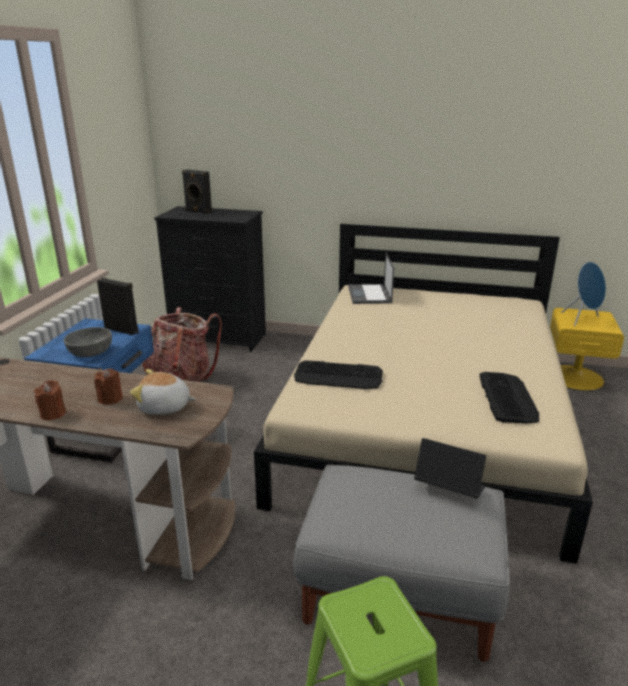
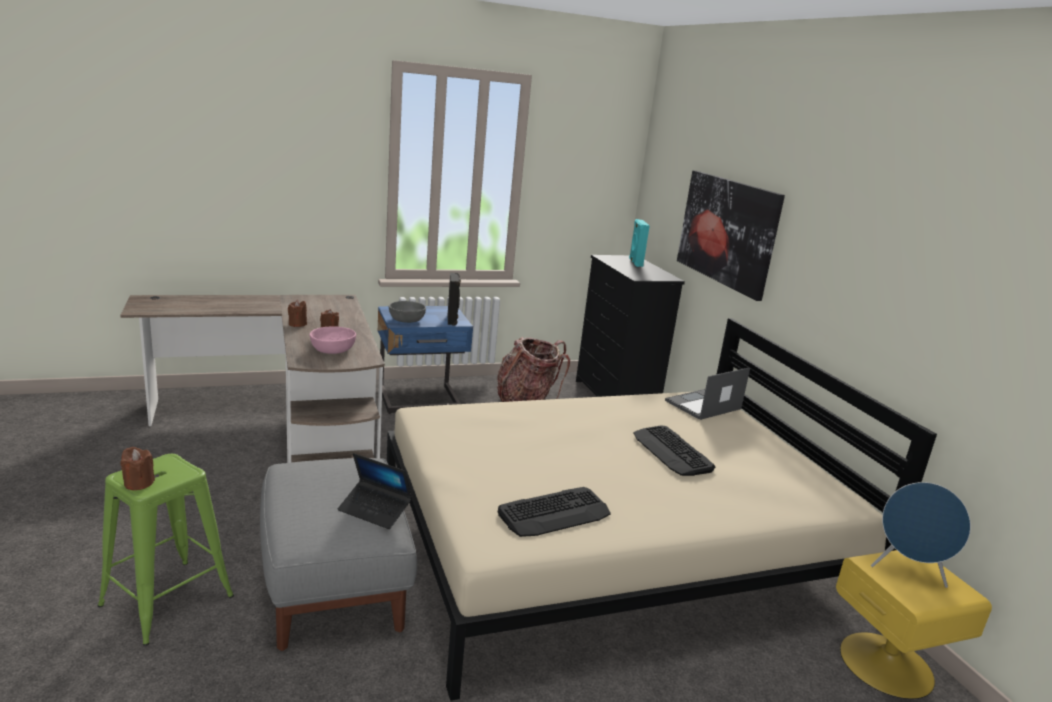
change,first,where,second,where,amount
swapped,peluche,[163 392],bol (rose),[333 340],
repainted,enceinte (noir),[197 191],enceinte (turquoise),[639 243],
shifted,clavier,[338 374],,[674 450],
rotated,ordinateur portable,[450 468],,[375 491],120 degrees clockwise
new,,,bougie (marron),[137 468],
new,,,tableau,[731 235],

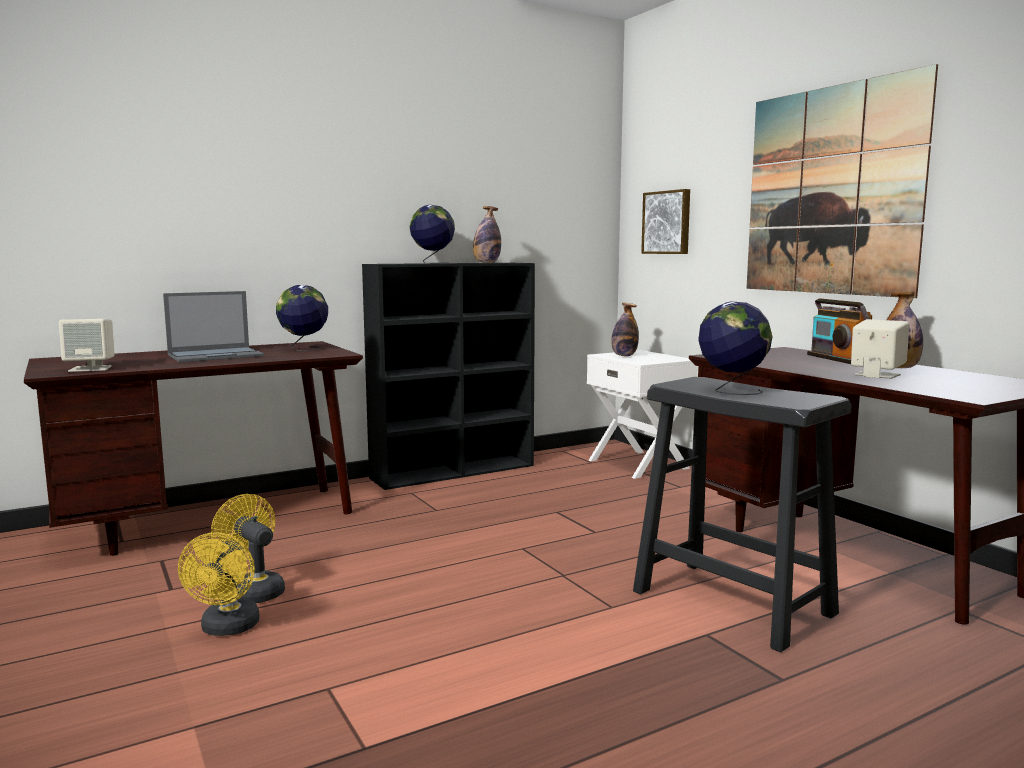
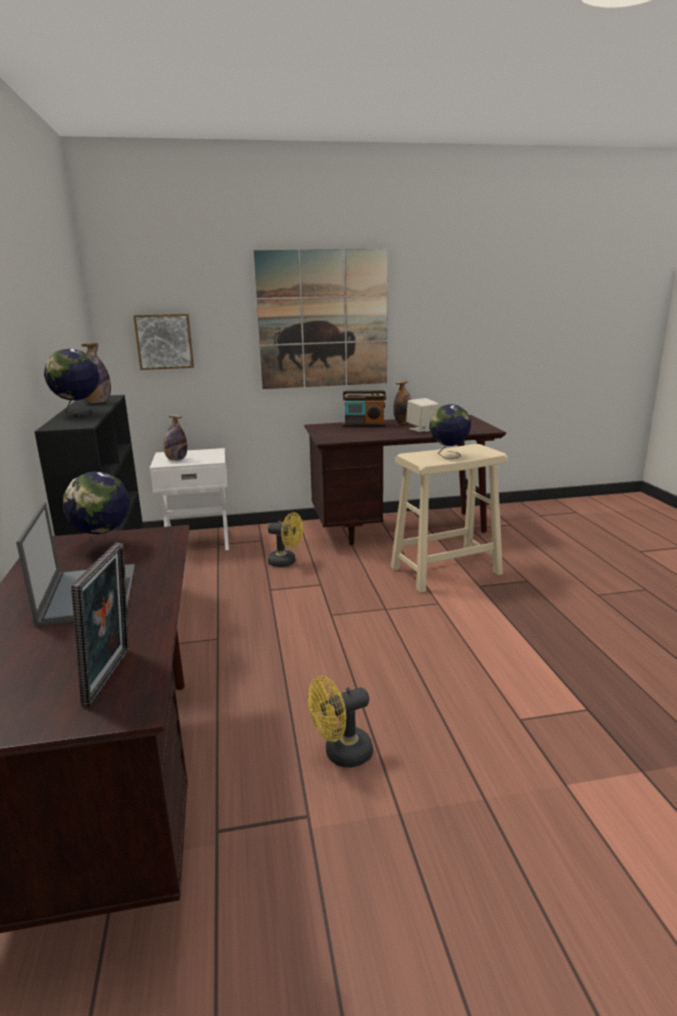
change,first,where,second,where,amount
swapped,enceinte (beige),[87 345],cadre photo,[100 624],
shifted,ventilateur (jaune),[219 584],,[285 539],
repainted,tabouret (noir),[742 515],tabouret (beige),[449 518],

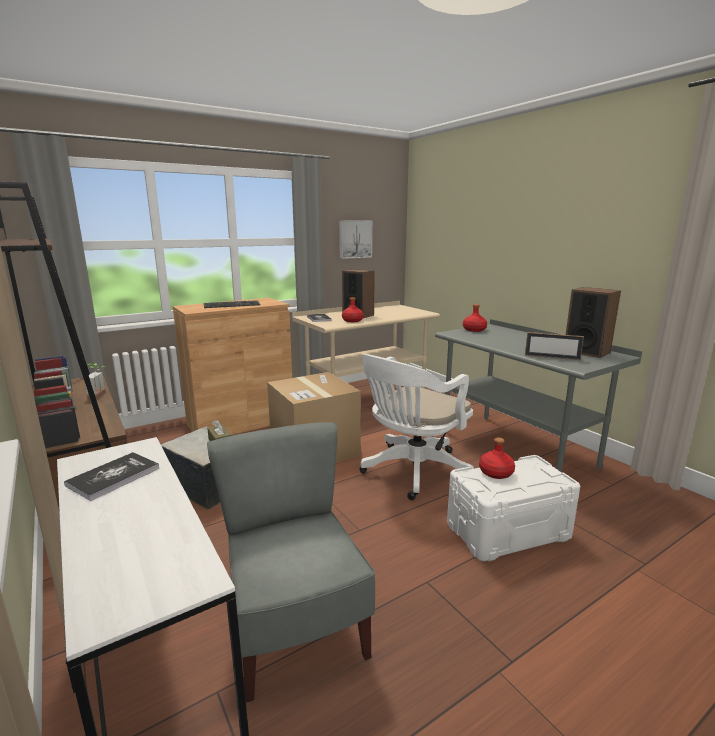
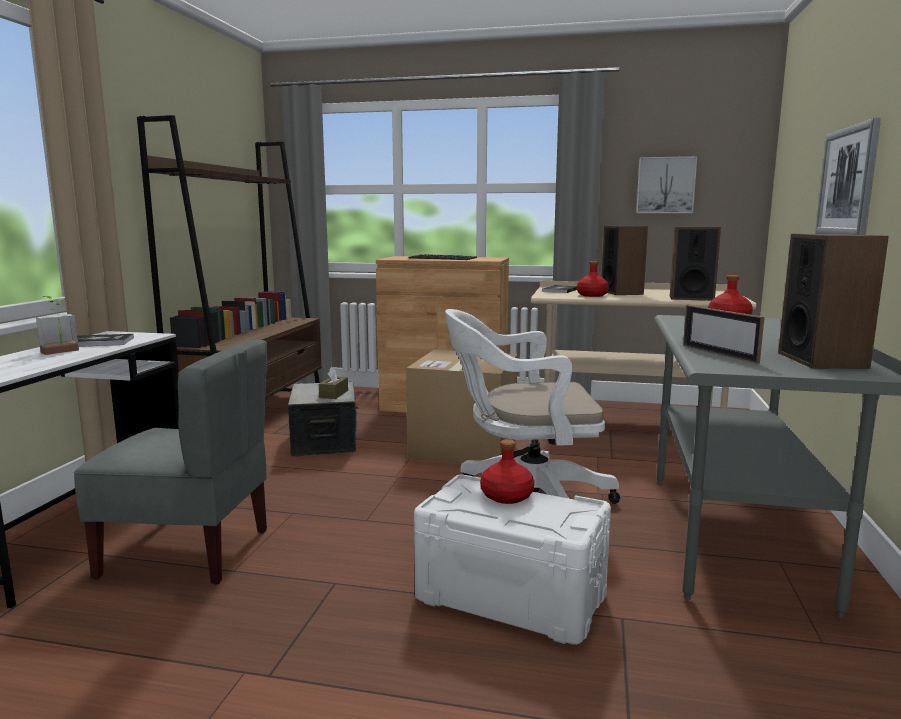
change,first,where,second,where,amount
shifted,plante en pot,[95 381],,[57 325],
rotated,chaise (gris),[291 562],,[170 462],75 degrees clockwise
new,,,enceinte,[695 263],
new,,,tableau,[848 176],

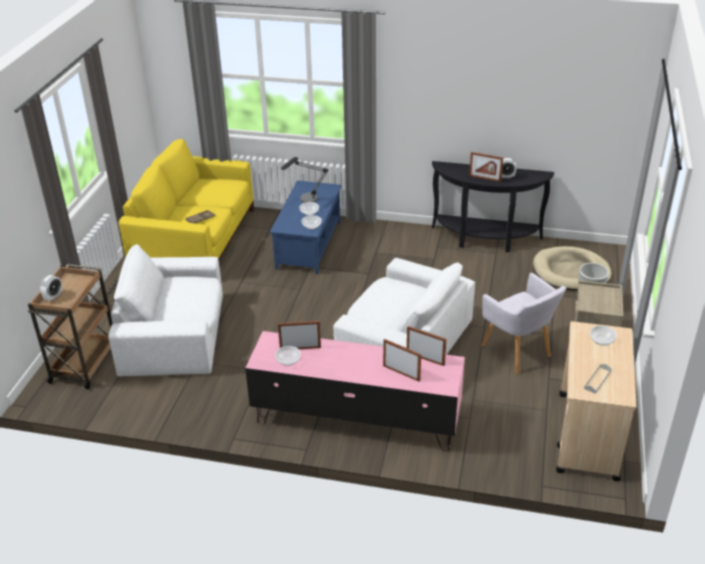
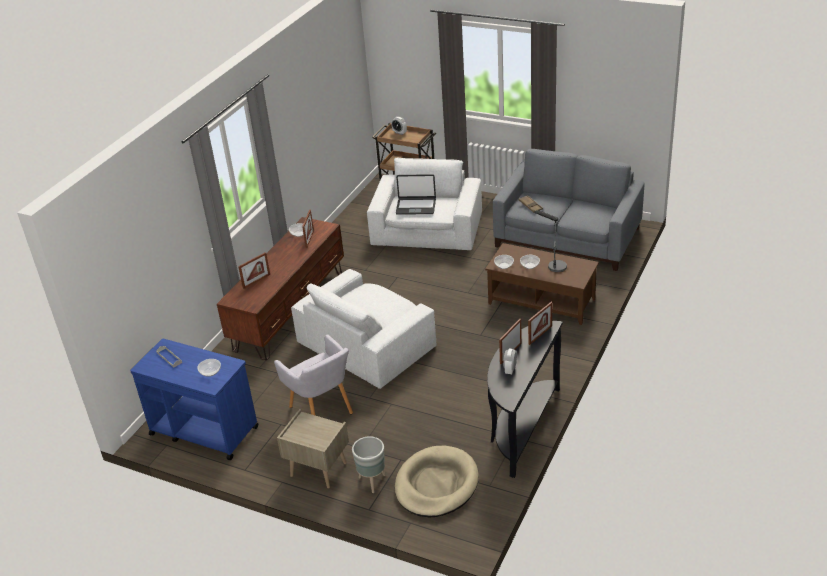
change,first,where,second,where,amount
repainted,canapé (jaune),[186 199],canapé (gris),[568 210],
repainted,meuble télé (rose),[355 391],meuble télé (marron),[280 288],
repainted,table basse (bleu),[306 227],table basse (marron),[542 284],
shifted,cadre photo,[426 346],,[540 323],
rotated,fauteuil (gris),[523 323],,[313 375],105 degrees counterclockwise
repainted,chariot (beige),[596 401],chariot (bleu),[194 399],
new,,,ordinateur portable,[416 194],

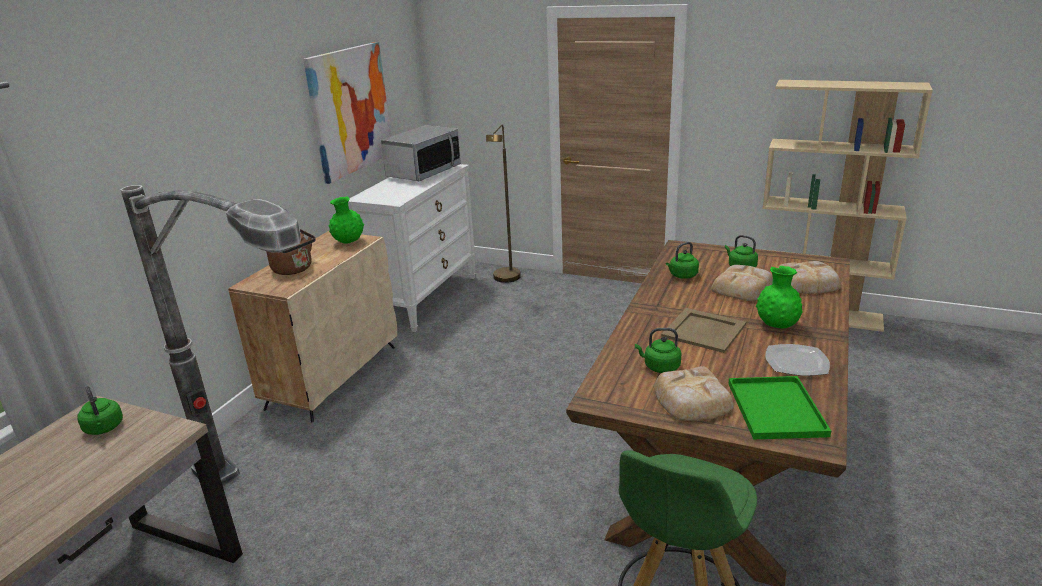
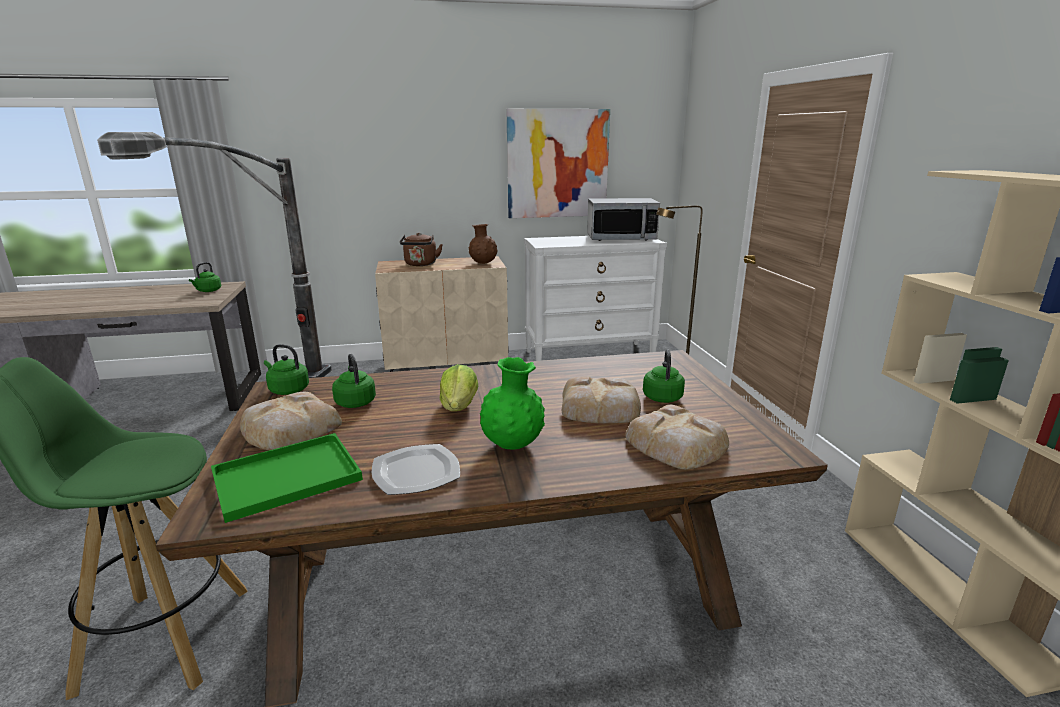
change,first,where,second,where,amount
repainted,vase (vert),[346 220],vase (marron),[483 244],
swapped,plateau (beige),[703 330],laitue,[459 387],
shifted,bouilloire (vert),[682 260],,[286 369],

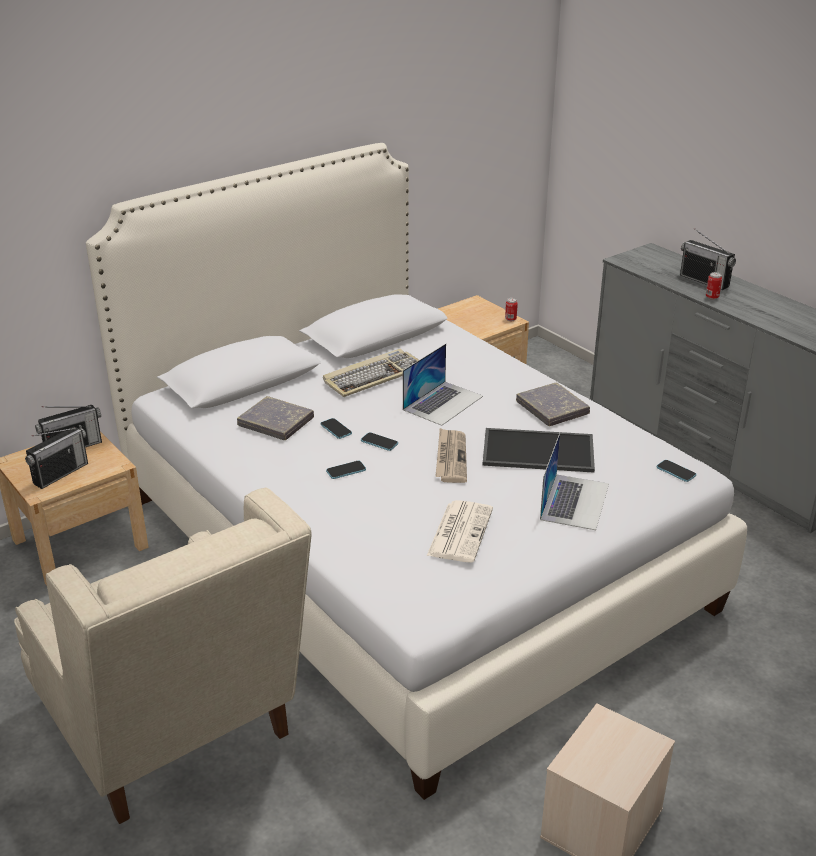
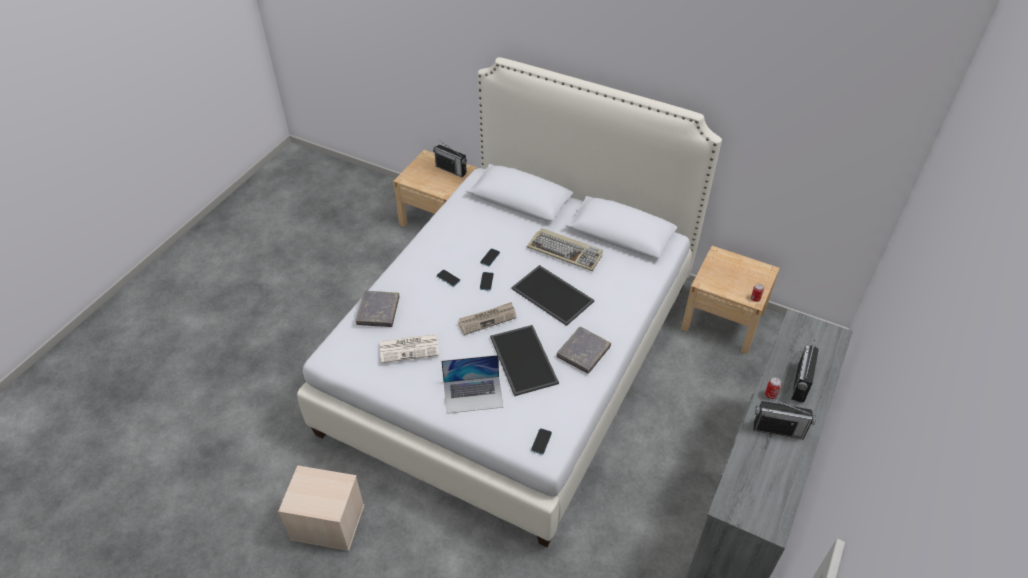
change,first,where,second,where,amount
gone,fauteuil (beige),[163 656],,,
shifted,radio,[56 458],,[785 419],
shifted,livre (gris),[275 418],,[377 309],
swapped,ordinateur portable,[443 385],plateau,[553 295],

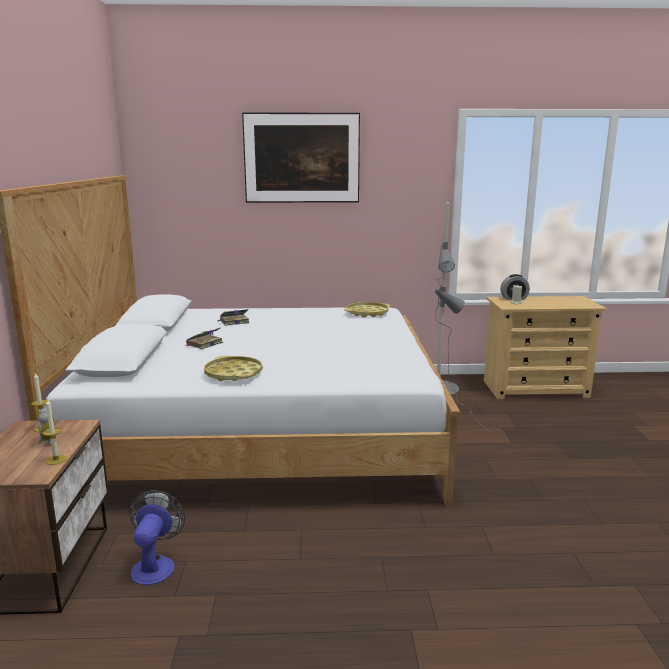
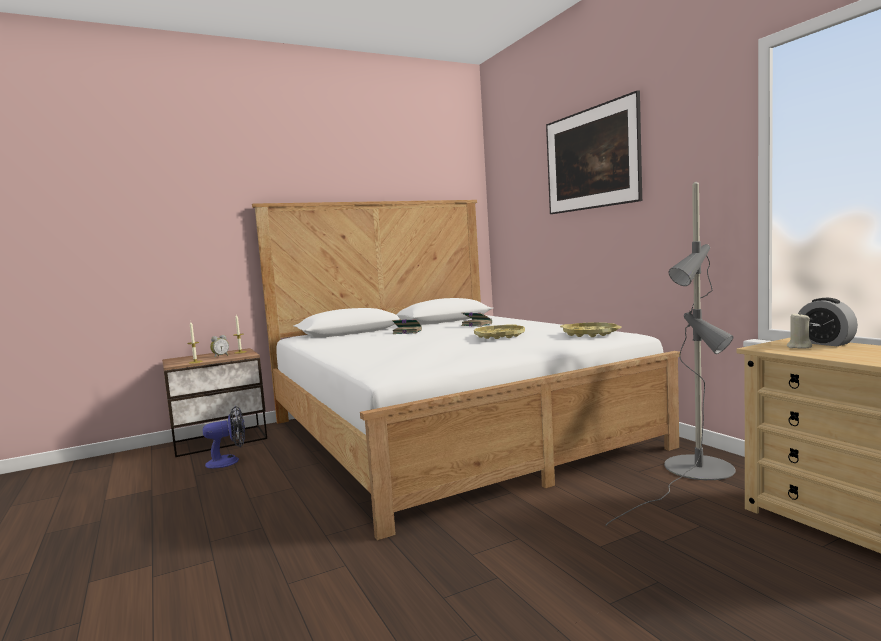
change,first,where,second,where,amount
shifted,plateau (jaune),[233 368],,[499 331],

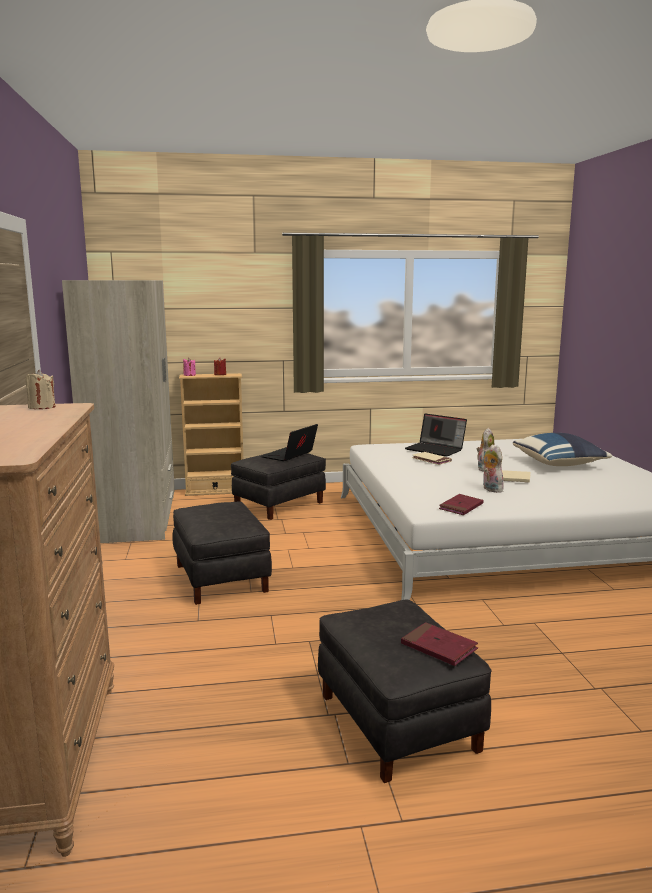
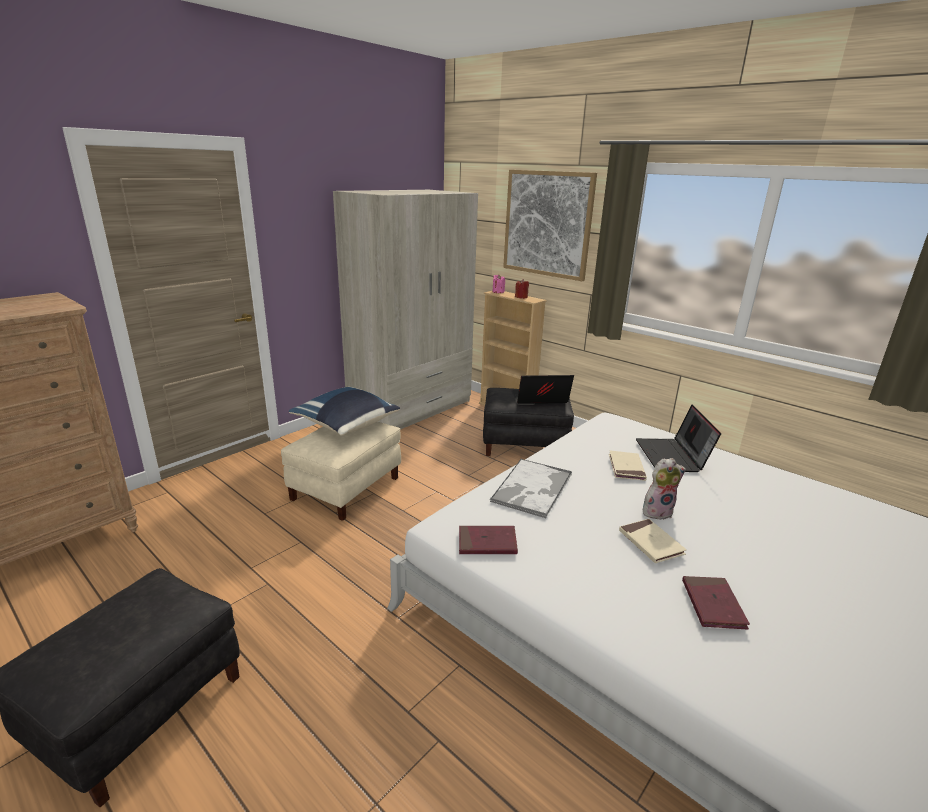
change,first,where,second,where,amount
gone,bougie (beige),[40 389],,,
repainted,pouf (noir),[222 553],pouf (beige),[341 471],
shifted,livre (rouge),[439 644],,[716 603],
gone,peluche,[493 468],,,
shifted,coussin (bleu),[562 449],,[344 411],
new,,,plateau,[531 488],
new,,,tableau,[550 225],

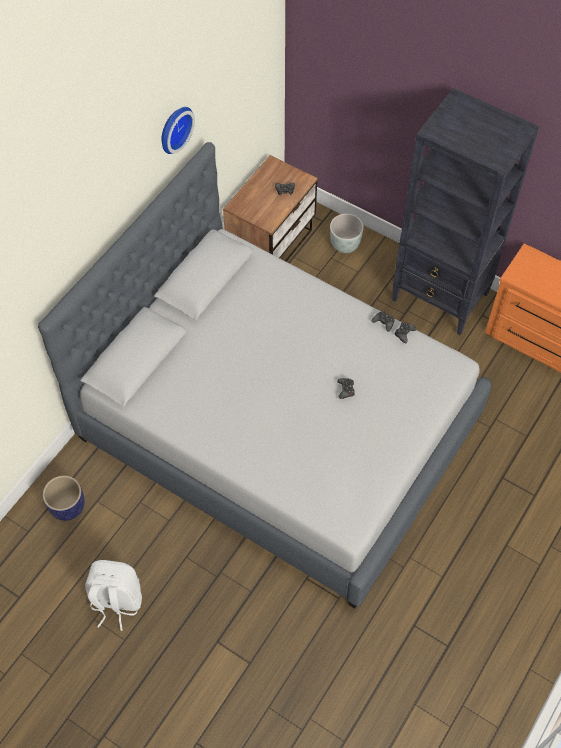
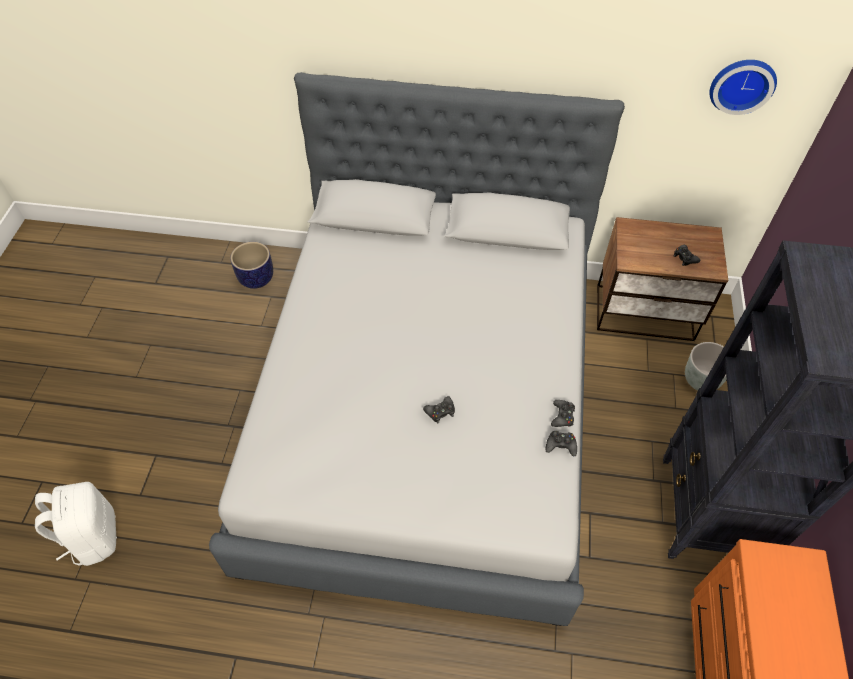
change,first,where,second,where,amount
shifted,sac à dos (blanc),[113 595],,[76 524],
shifted,horloge murale,[178 130],,[743 87],

